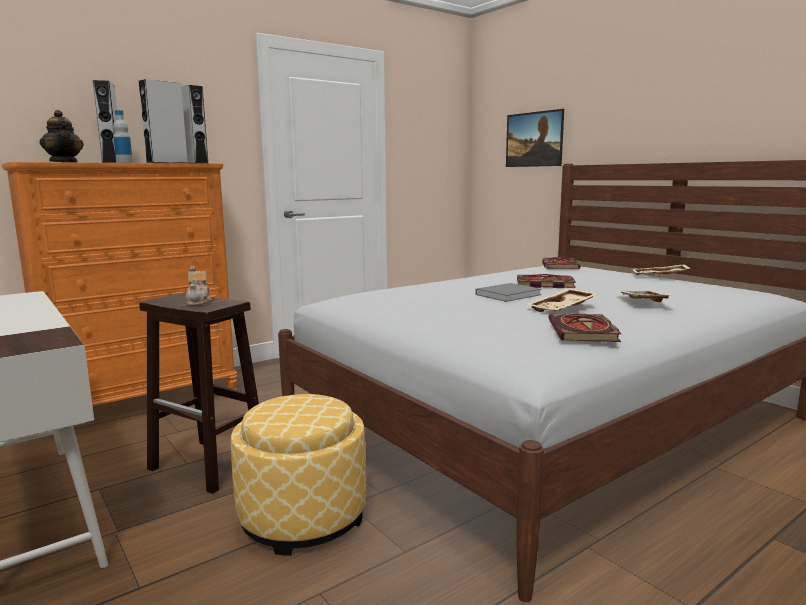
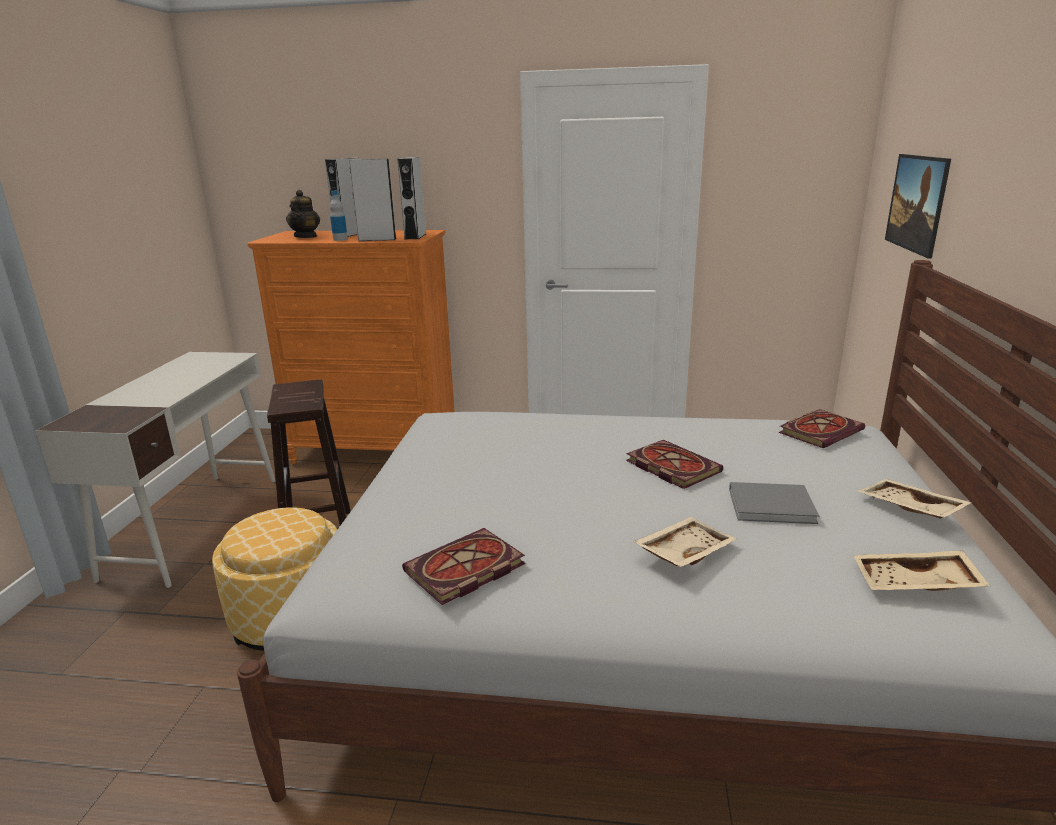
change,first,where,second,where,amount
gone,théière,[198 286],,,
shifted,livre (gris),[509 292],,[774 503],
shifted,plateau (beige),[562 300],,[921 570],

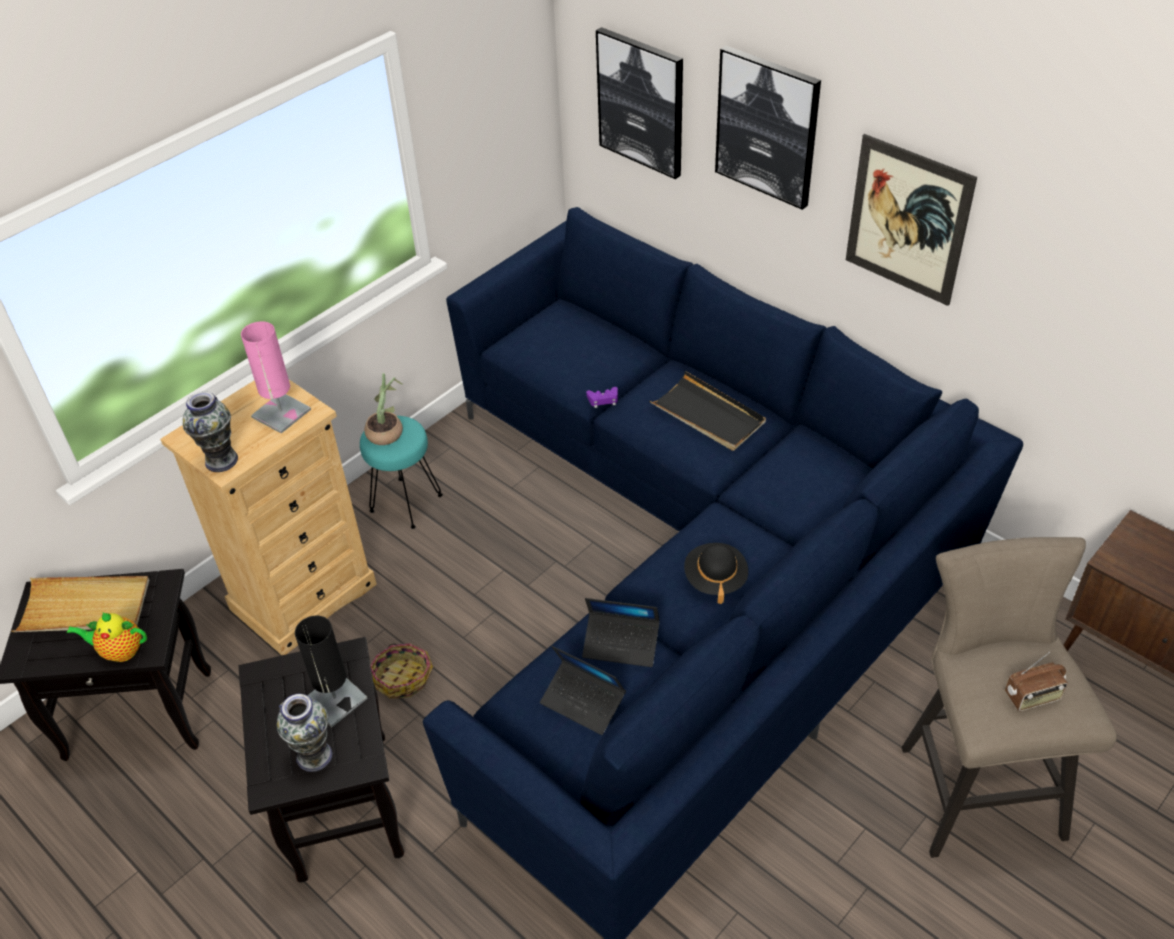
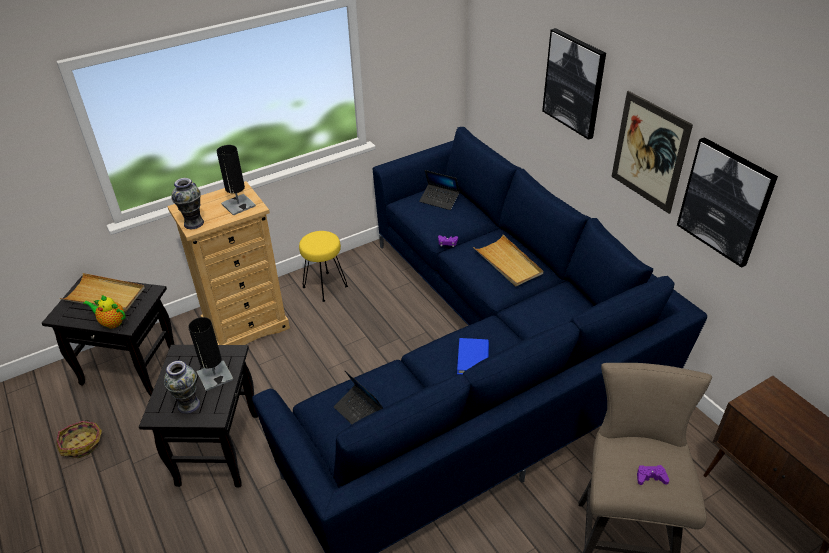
change,first,where,second,where,amount
repainted,lampe de table (rose),[276 377],lampe de table (noir),[236 180],
repainted,tabouret (turquoise),[401 472],tabouret (jaune),[323 266],
gone,plante en pot,[383 409],,,
shifted,panier,[401 671],,[79 439],
shifted,ordinateur portable,[621 632],,[439 190],
shifted,tableau,[639 103],,[727 202],
repainted,plateau (noir),[707 411],plateau (beige),[508 260],
swapped,chapeau (noir),[716 573],livre (bleu),[473 356],
swapped,radio,[1036 681],manette (violet),[653 475],

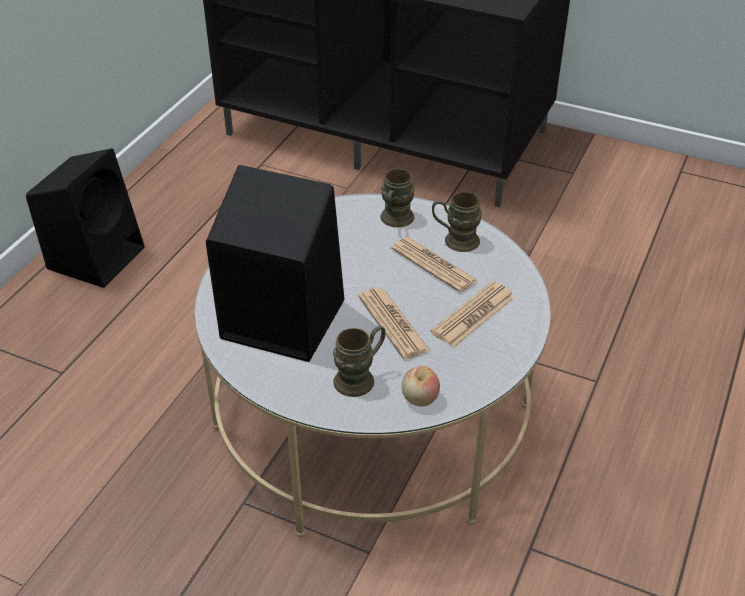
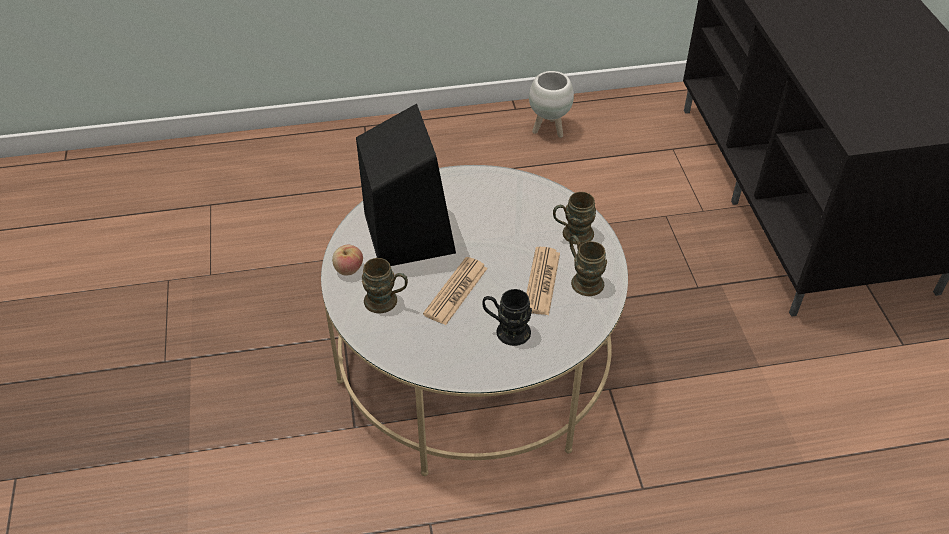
change,first,where,second,where,amount
gone,enceinte (noir),[85 218],,,
shifted,pomme,[421 386],,[347 260],
swapped,journal,[472 314],mug (noir),[507 317],
new,,,cache-pot (blanc),[551 104],

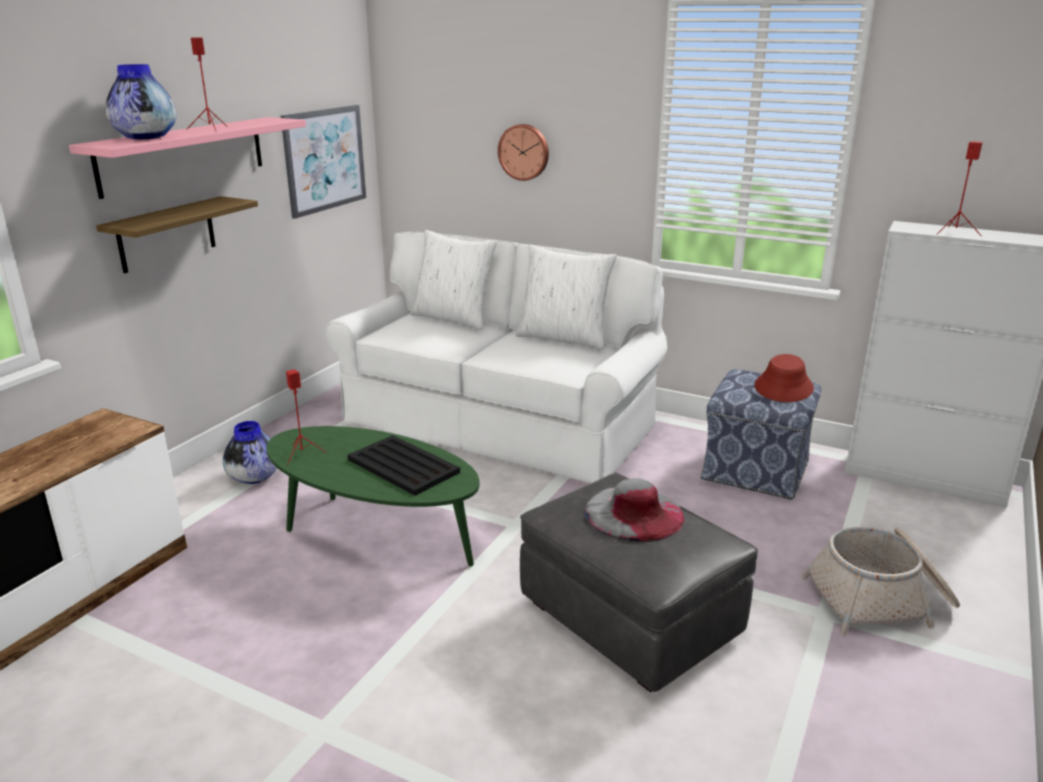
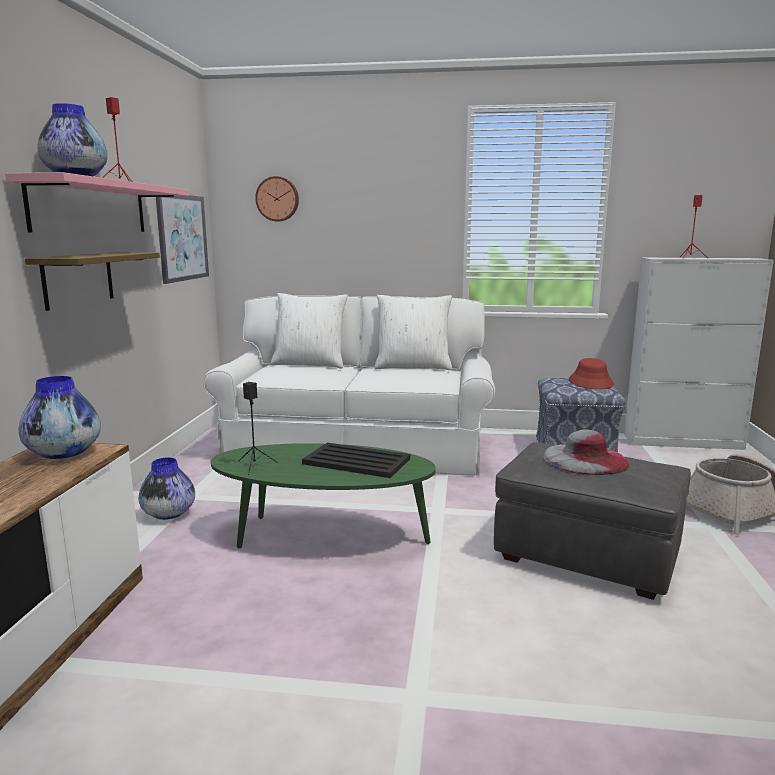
change,first,where,second,where,amount
repainted,enceinte (rouge),[306 417],enceinte (noir),[257 428],
shifted,horloge murale,[523 152],,[277 199],
new,,,vase,[60 417],

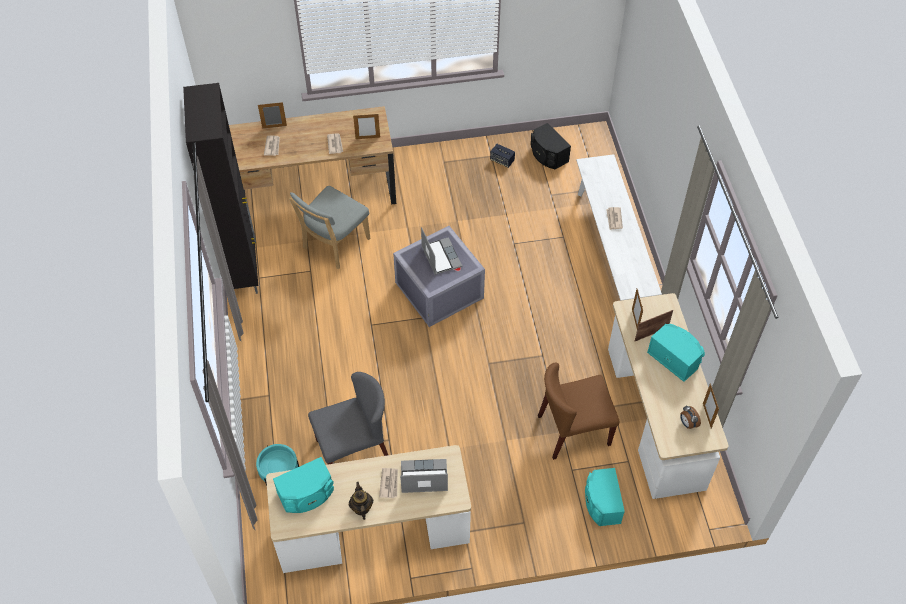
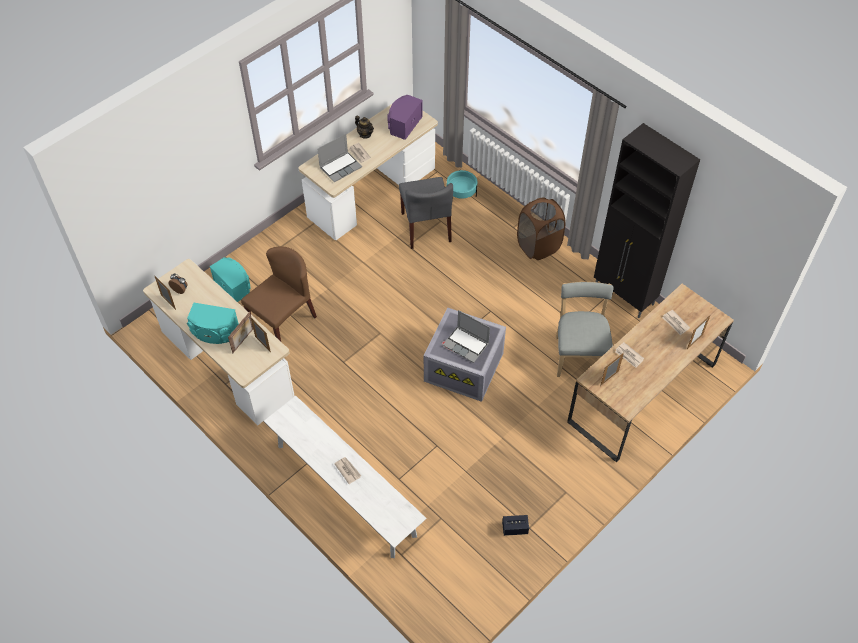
change,first,where,second,where,amount
repainted,enceinte (turquoise),[303 485],enceinte (violet),[405 117],
rotated,chaise (gris),[348 418],,[426 213],45 degrees counterclockwise
gone,enceinte (noir),[551 146],,,
new,,,panier à linge (marron),[541 228],

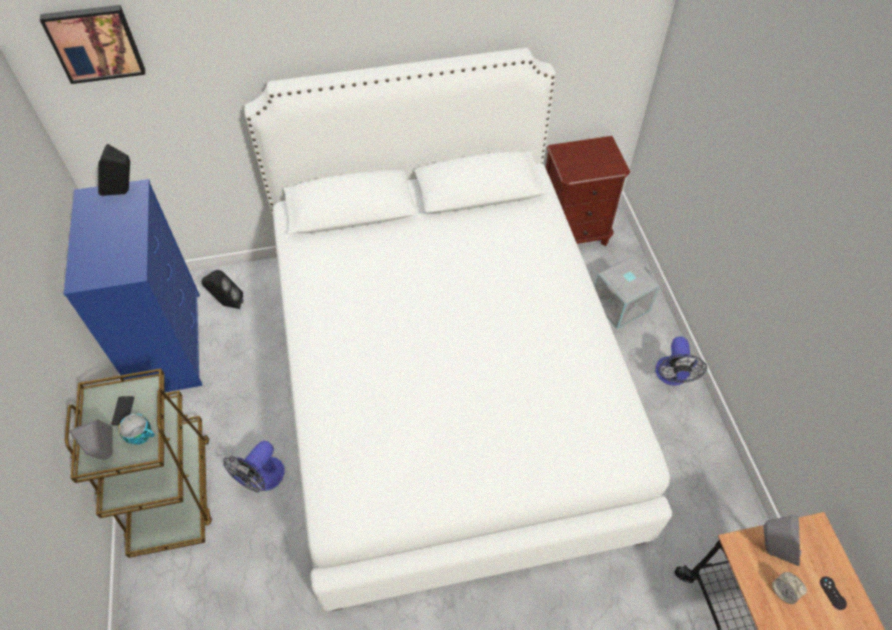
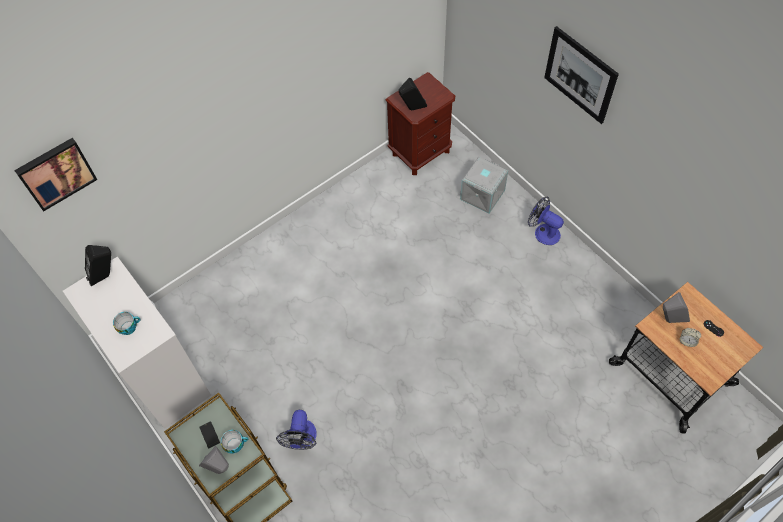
change,first,where,second,where,amount
repainted,commode (bleu),[133 285],commode (blanc),[137 343],
shifted,enceinte (noir),[222 289],,[413 94],
gone,lit (blanc),[458 329],,,
rotated,ventilateur,[681 361],,[546 221],150 degrees clockwise
new,,,tasse,[127 323],
new,,,tableau,[581 75],

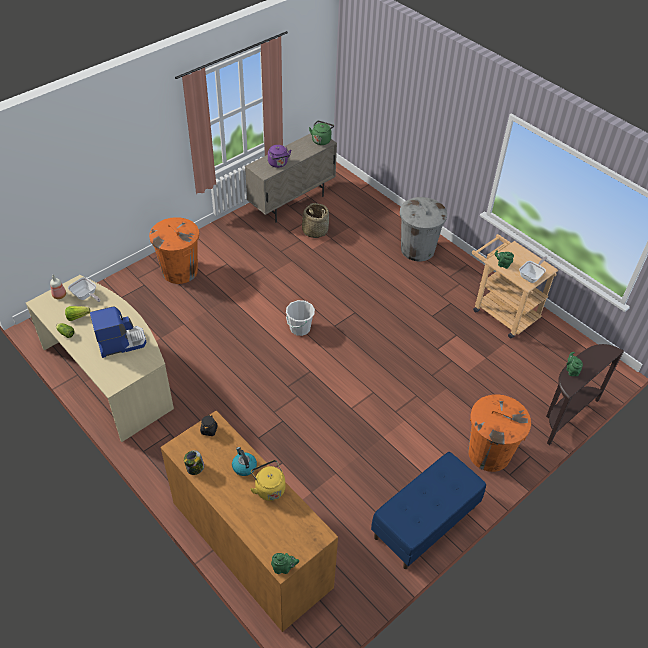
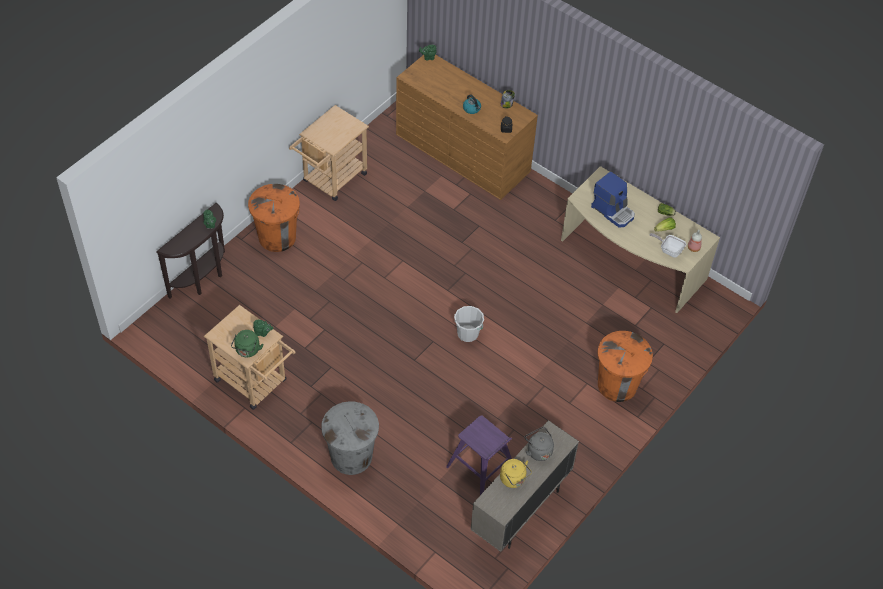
change,first,where,second,where,amount
rotated,machine à café,[118 332],,[613 199],105 degrees counterclockwise
shifted,bouilloire (jaune),[267 480],,[516 473],
repainted,bouilloire (violet),[279 156],bouilloire (gris),[539 444],
swapped,panier,[315 220],tabouret (violet),[479 455],
shifted,bouilloire (vert),[321 133],,[247 343],
swapped,banc (bleu),[428 510],chariot (beige),[329 153],
gone,poêle,[533 269],,,

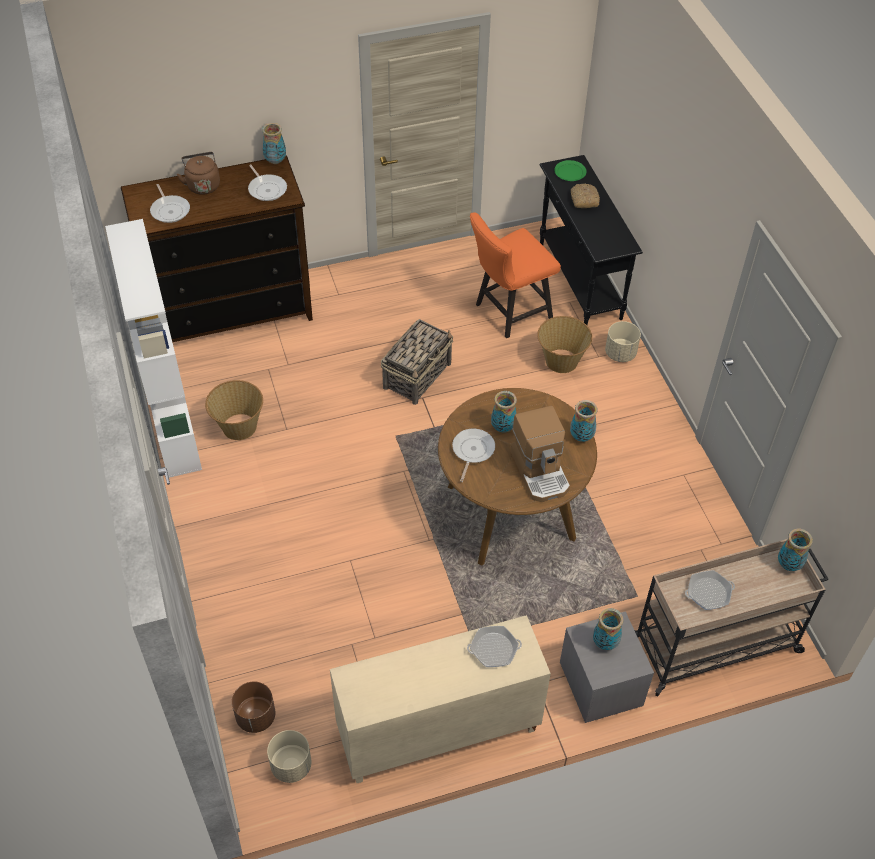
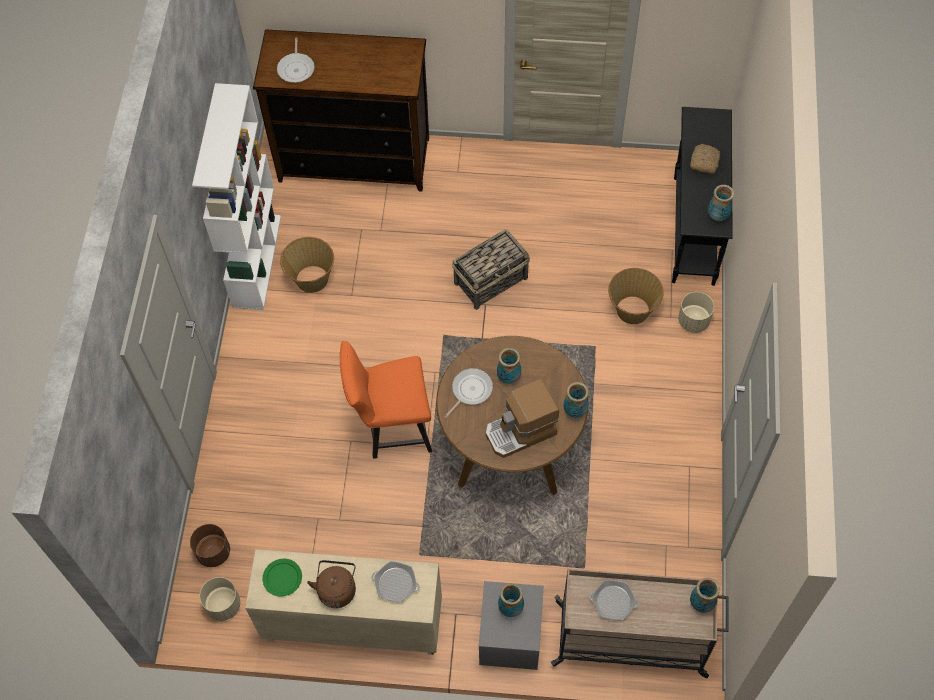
change,first,where,second,where,amount
shifted,bouilloire (marron),[198 173],,[331 584],
gone,poêle,[267 183],,,
shifted,vase,[274 143],,[721 203],
shifted,chaise (orange),[515 275],,[386 400],
rotated,machine à café,[540 454],,[522 418],60 degrees clockwise
shifted,assiette (vert),[570 170],,[282 577],

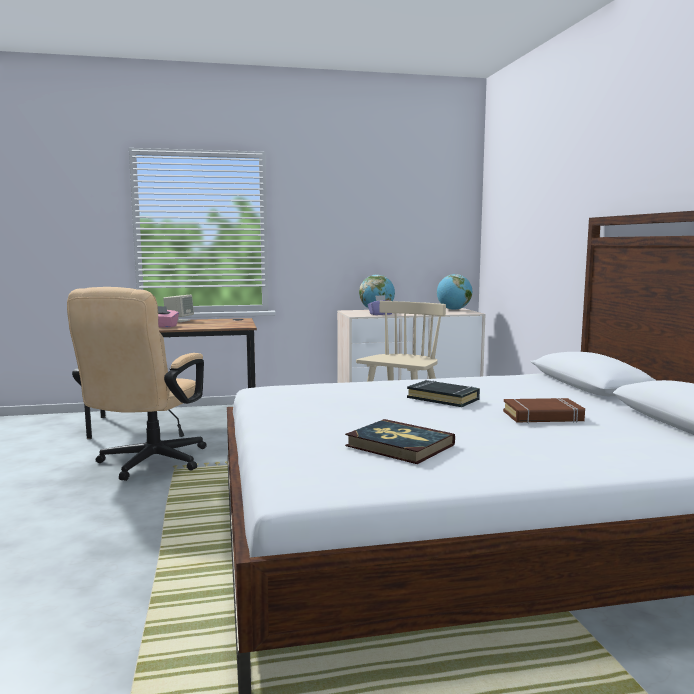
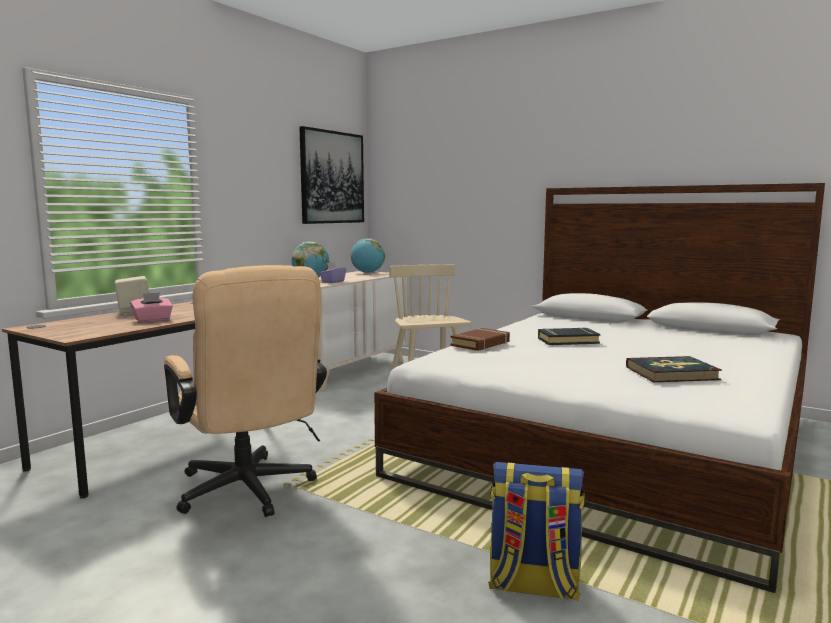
change,first,where,second,where,amount
shifted,livre (marron),[544 410],,[480 339],
new,,,tableau,[331 175],
new,,,sac à dos,[536 531],

